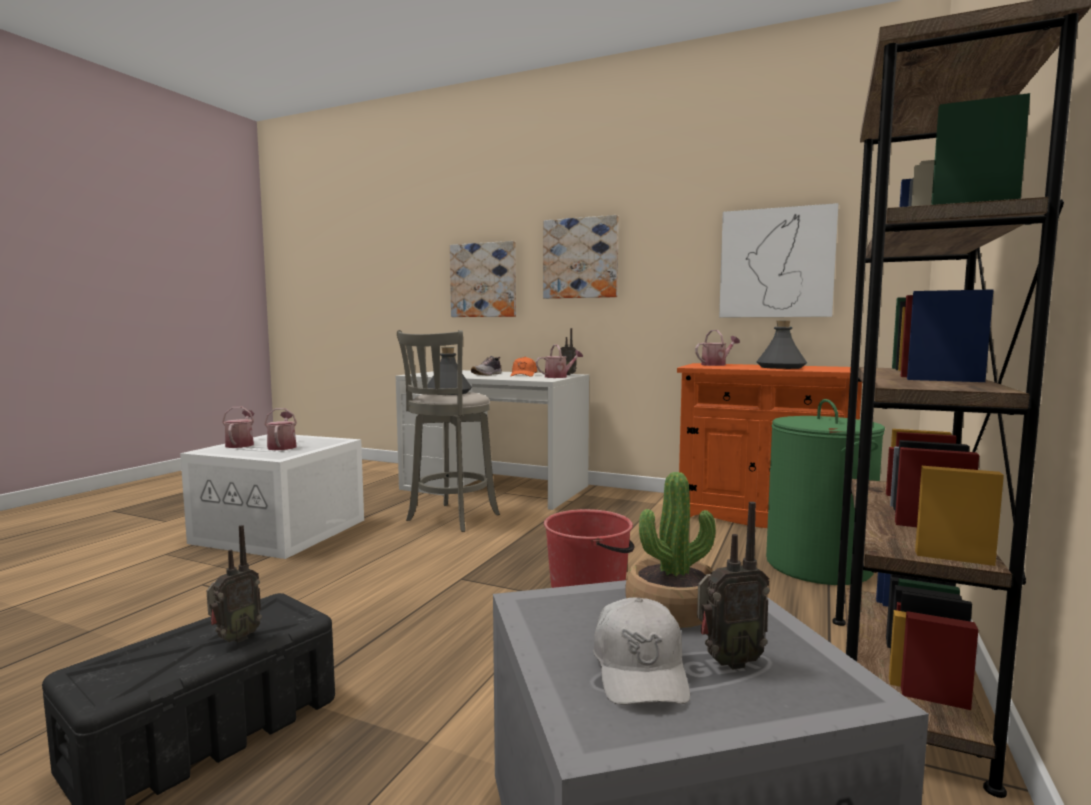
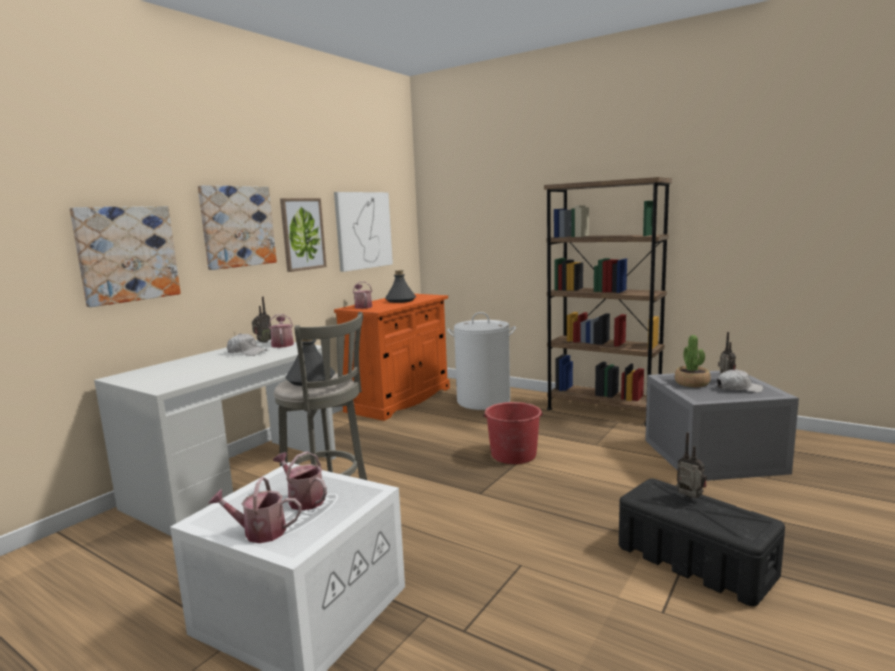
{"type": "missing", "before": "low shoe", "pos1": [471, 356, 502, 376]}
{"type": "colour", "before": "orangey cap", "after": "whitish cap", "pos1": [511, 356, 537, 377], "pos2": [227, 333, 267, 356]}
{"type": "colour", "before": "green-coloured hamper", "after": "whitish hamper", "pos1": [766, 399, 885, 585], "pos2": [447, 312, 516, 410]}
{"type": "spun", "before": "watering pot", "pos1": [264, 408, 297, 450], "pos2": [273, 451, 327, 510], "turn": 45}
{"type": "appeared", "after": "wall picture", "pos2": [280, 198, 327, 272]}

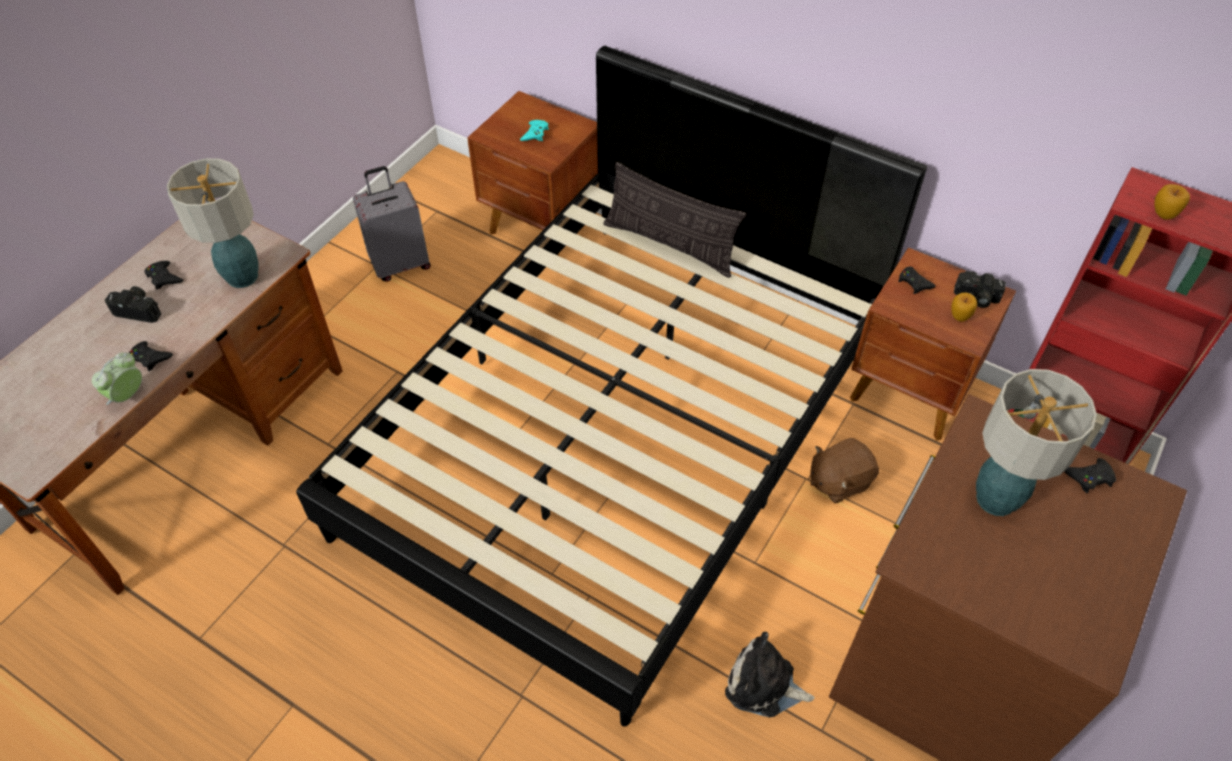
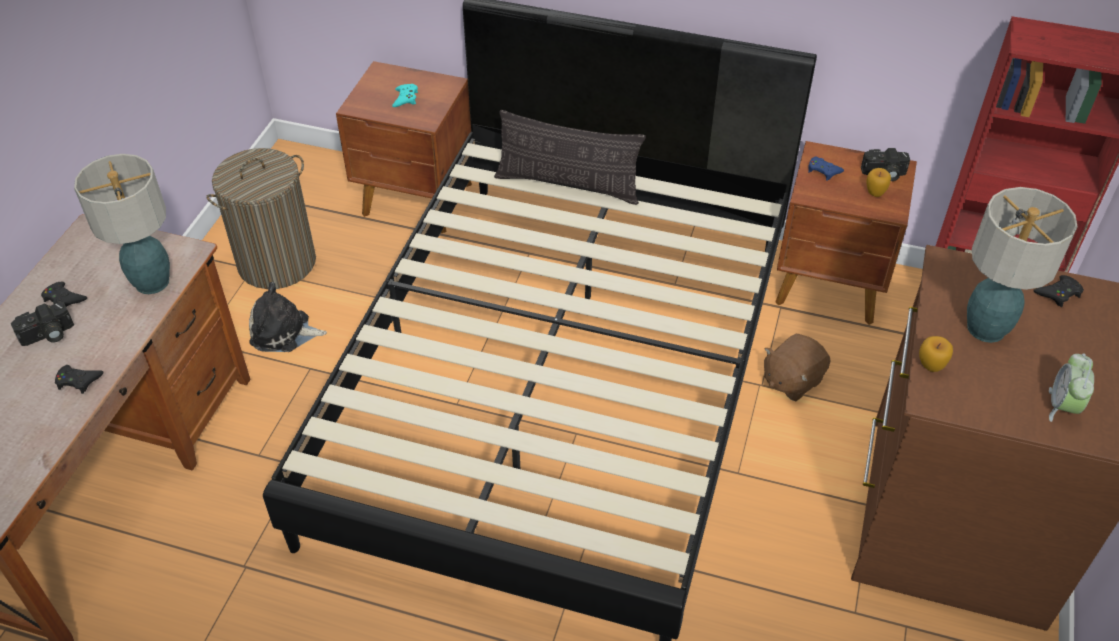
{"type": "exchanged", "before": "grey suitcase", "after": "hamper", "pos1": [353, 166, 431, 282], "pos2": [206, 148, 316, 289]}
{"type": "relocated", "before": "whole apple", "pos1": [1154, 184, 1190, 220], "pos2": [919, 336, 953, 372]}
{"type": "colour", "before": "blackish game controller", "after": "blue game controller", "pos1": [898, 266, 936, 294], "pos2": [808, 157, 844, 181]}
{"type": "spun", "before": "photo camera", "pos1": [104, 286, 161, 323], "pos2": [11, 302, 74, 346], "turn": 150}
{"type": "relocated", "before": "table clock", "pos1": [92, 352, 142, 405], "pos2": [1049, 353, 1094, 422]}
{"type": "relocated", "before": "cuddly toy", "pos1": [725, 632, 814, 717], "pos2": [249, 282, 327, 352]}

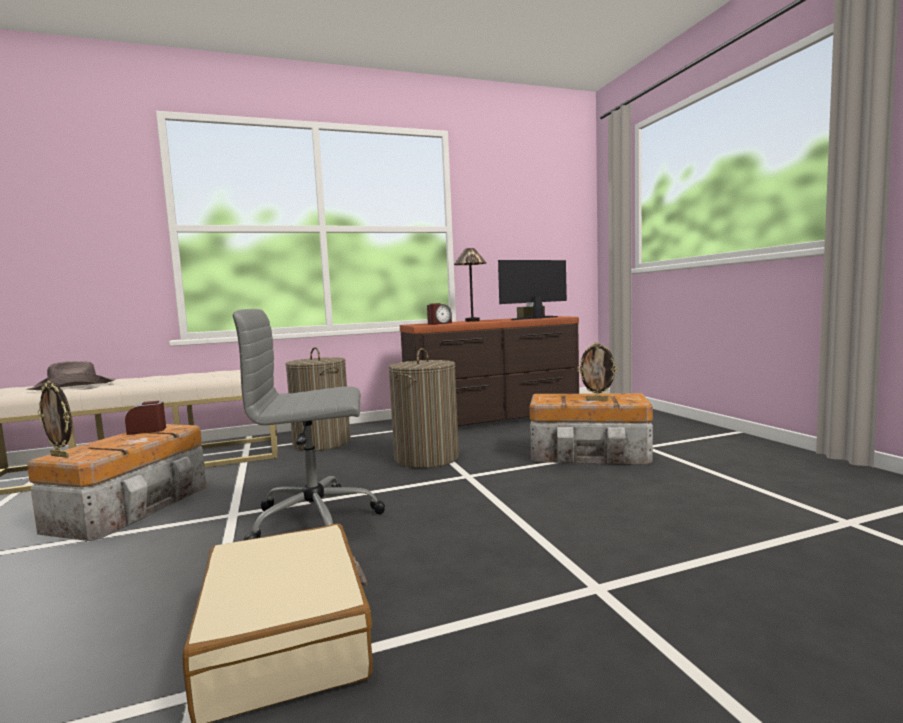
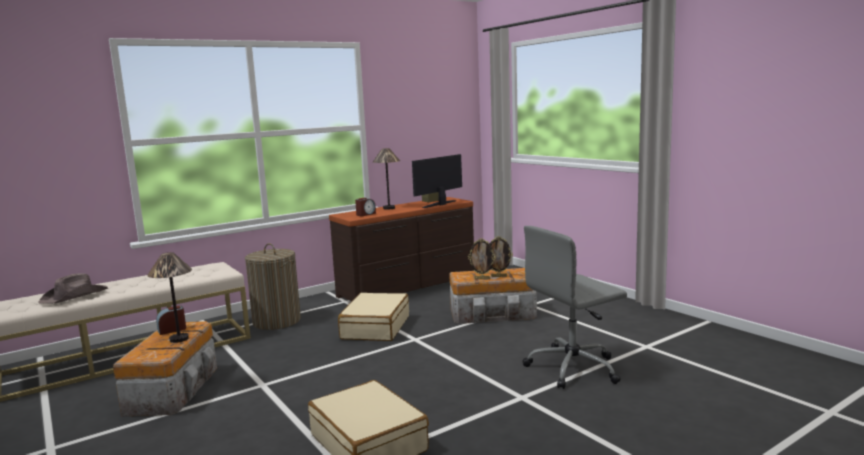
{"type": "relocated", "before": "grey computer chair", "pos1": [233, 309, 385, 540], "pos2": [523, 226, 627, 389]}
{"type": "exchanged", "before": "hamper", "after": "beige-coloured suitcase", "pos1": [388, 348, 459, 468], "pos2": [338, 293, 409, 341]}
{"type": "relocated", "before": "picture frame", "pos1": [38, 381, 72, 458], "pos2": [468, 238, 496, 279]}
{"type": "appeared", "after": "table lamp", "pos2": [147, 252, 192, 343]}

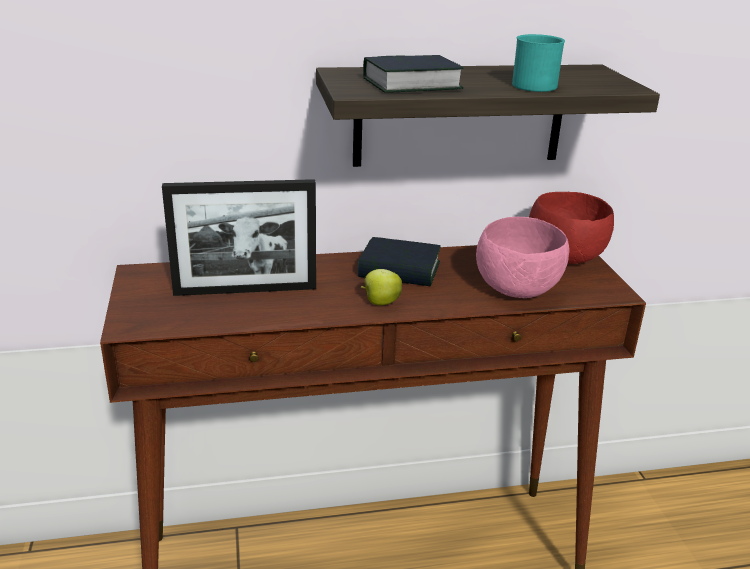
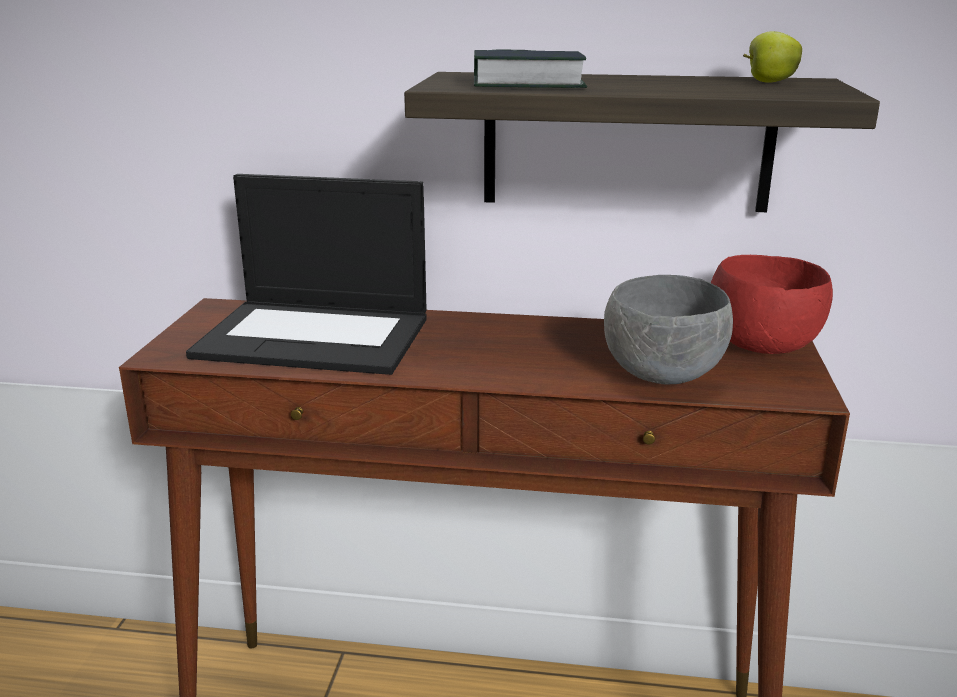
{"type": "missing", "before": "turquoise-coloured tea mug", "pos1": [512, 34, 565, 92]}
{"type": "exchanged", "before": "picture frame", "after": "laptop", "pos1": [162, 179, 316, 296], "pos2": [186, 174, 427, 375]}
{"type": "colour", "before": "pinkish deep dish", "after": "grey deep dish", "pos1": [476, 217, 569, 298], "pos2": [604, 275, 733, 385]}
{"type": "missing", "before": "bound book", "pos1": [358, 237, 441, 286]}
{"type": "relocated", "before": "whole apple", "pos1": [361, 269, 402, 305], "pos2": [743, 31, 802, 83]}

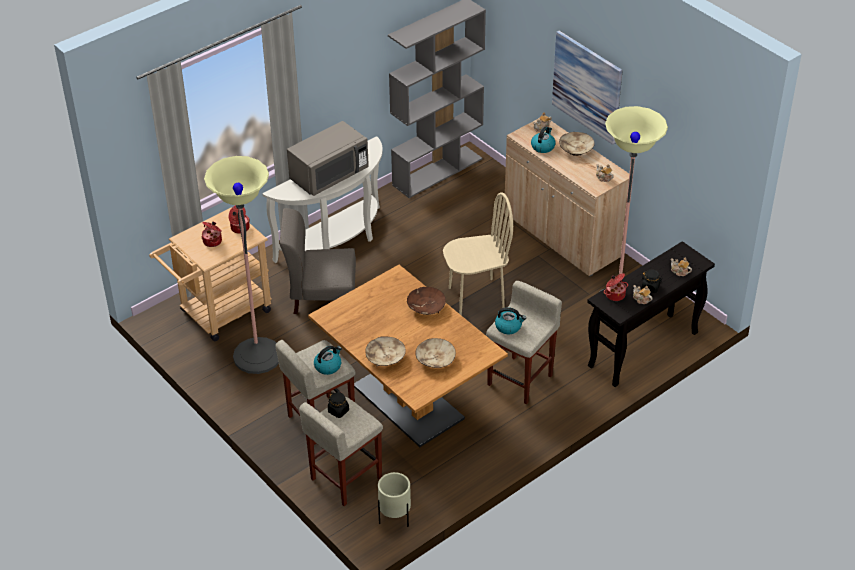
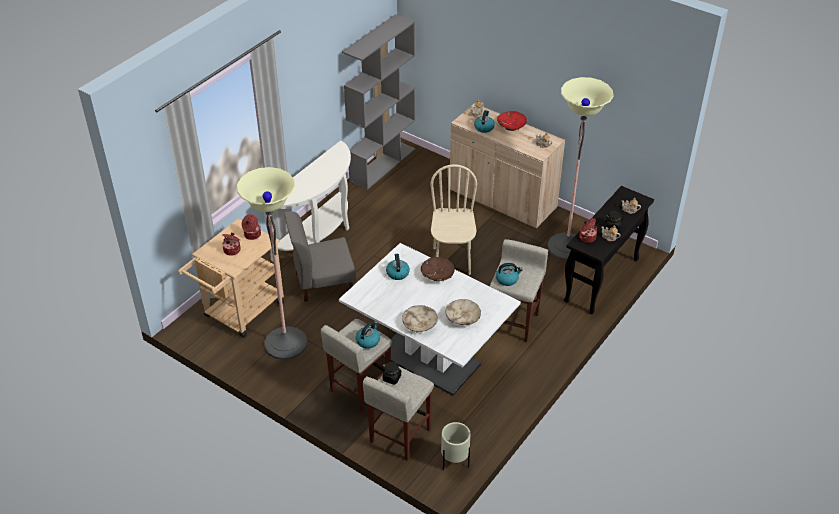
{"type": "missing", "before": "wall picture", "pos1": [552, 31, 623, 145]}
{"type": "missing", "before": "grey microwave", "pos1": [287, 121, 369, 196]}
{"type": "colour", "before": "beige-coloured deep dish", "after": "reddish deep dish", "pos1": [559, 132, 595, 156], "pos2": [497, 111, 527, 131]}
{"type": "spun", "before": "beige-coloured plain chair", "pos1": [443, 192, 513, 315], "pos2": [430, 164, 477, 275], "turn": -60}
{"type": "colour", "before": "brown-coloured dinner table", "after": "whitish dinner table", "pos1": [308, 265, 508, 447], "pos2": [339, 243, 521, 396]}
{"type": "appeared", "after": "kettle", "pos2": [386, 254, 410, 280]}

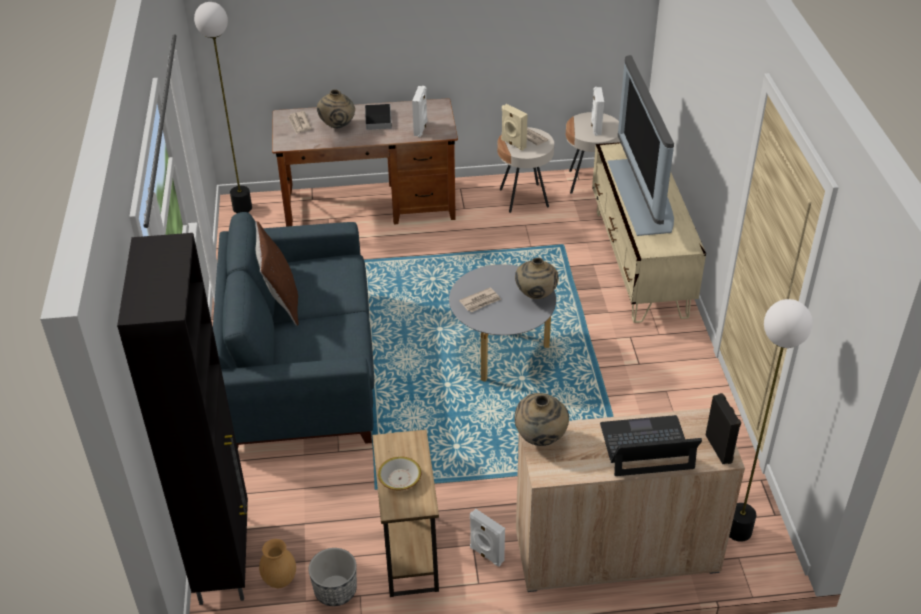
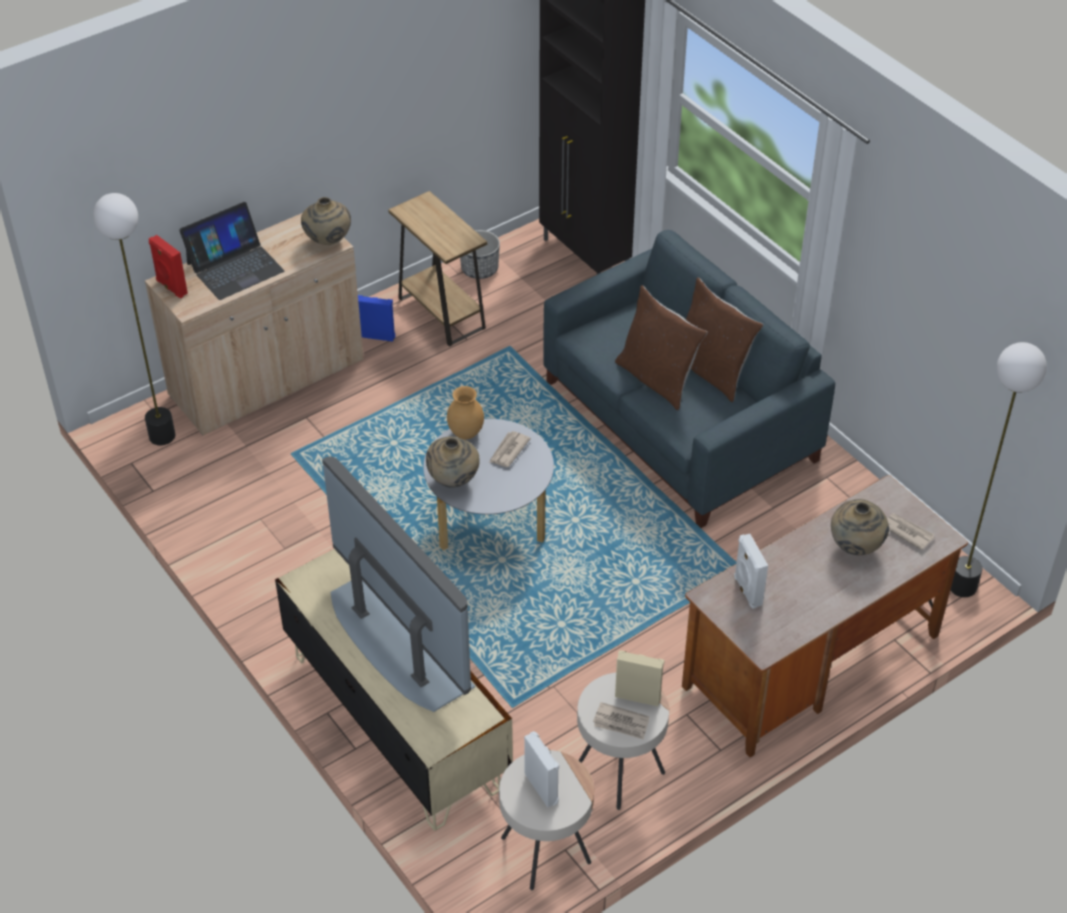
{"type": "missing", "before": "bound book", "pos1": [365, 104, 392, 130]}
{"type": "colour", "before": "blackish speaker", "after": "reddish speaker", "pos1": [706, 393, 741, 464], "pos2": [149, 235, 188, 298]}
{"type": "missing", "before": "deep dish", "pos1": [378, 456, 421, 491]}
{"type": "colour", "before": "whitish speaker", "after": "blue speaker", "pos1": [470, 509, 505, 567], "pos2": [358, 295, 395, 342]}
{"type": "relocated", "before": "brown-coloured decorative vase", "pos1": [259, 539, 296, 588], "pos2": [447, 386, 484, 439]}
{"type": "appeared", "after": "brown-coloured pillow", "pos2": [615, 285, 708, 410]}

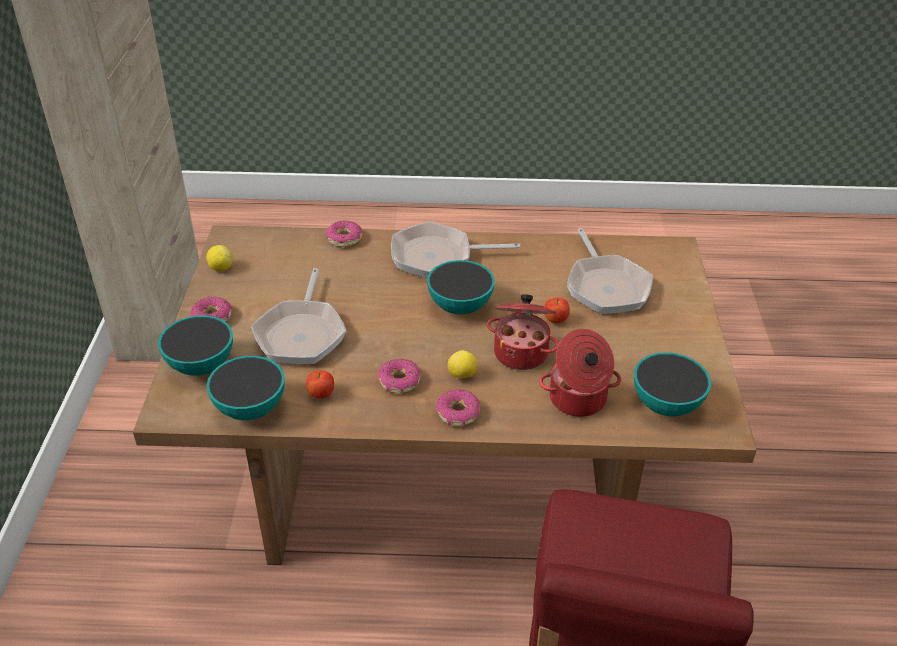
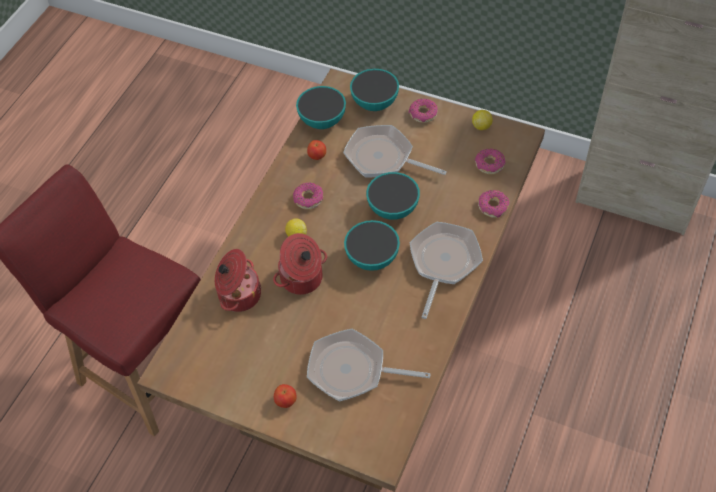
{"type": "relocated", "before": "whole apple", "pos1": [544, 297, 570, 323], "pos2": [274, 384, 297, 408]}
{"type": "relocated", "before": "deep dish", "pos1": [634, 352, 711, 416], "pos2": [366, 172, 420, 220]}
{"type": "relocated", "before": "doughnut", "pos1": [436, 389, 480, 426], "pos2": [475, 148, 506, 175]}

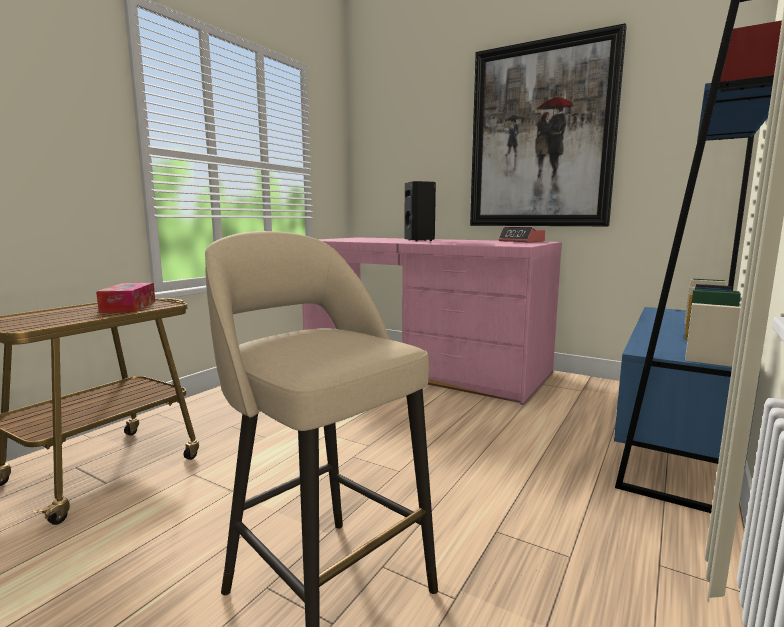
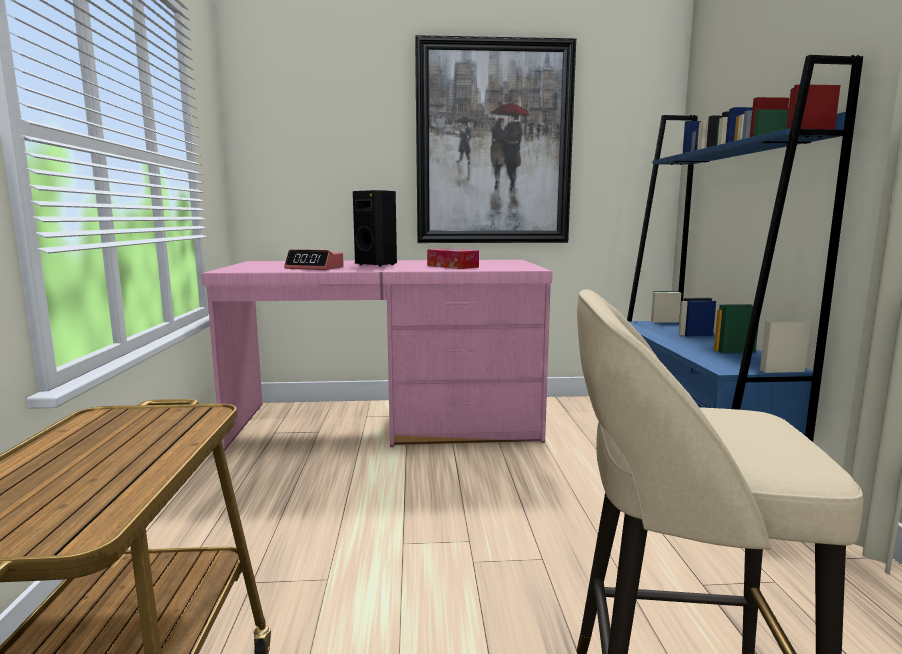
{"type": "relocated", "before": "table clock", "pos1": [499, 227, 545, 243], "pos2": [284, 249, 344, 270]}
{"type": "relocated", "before": "box of tissues", "pos1": [96, 283, 155, 313], "pos2": [427, 249, 479, 269]}

